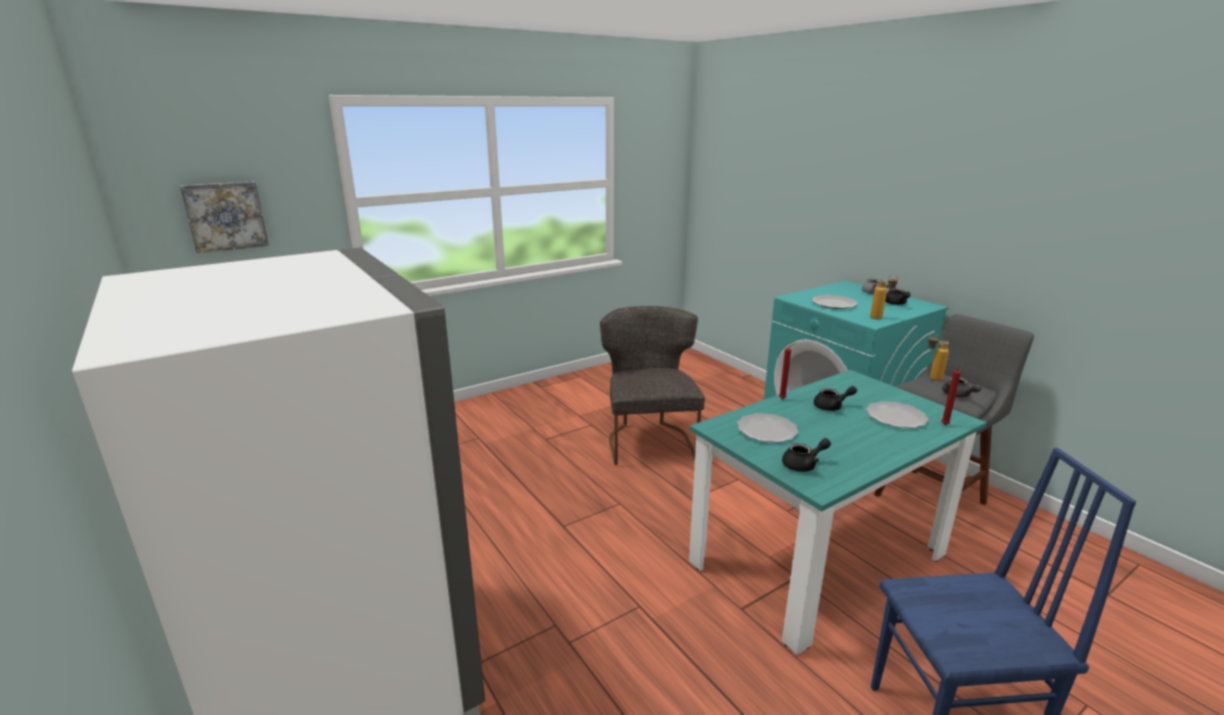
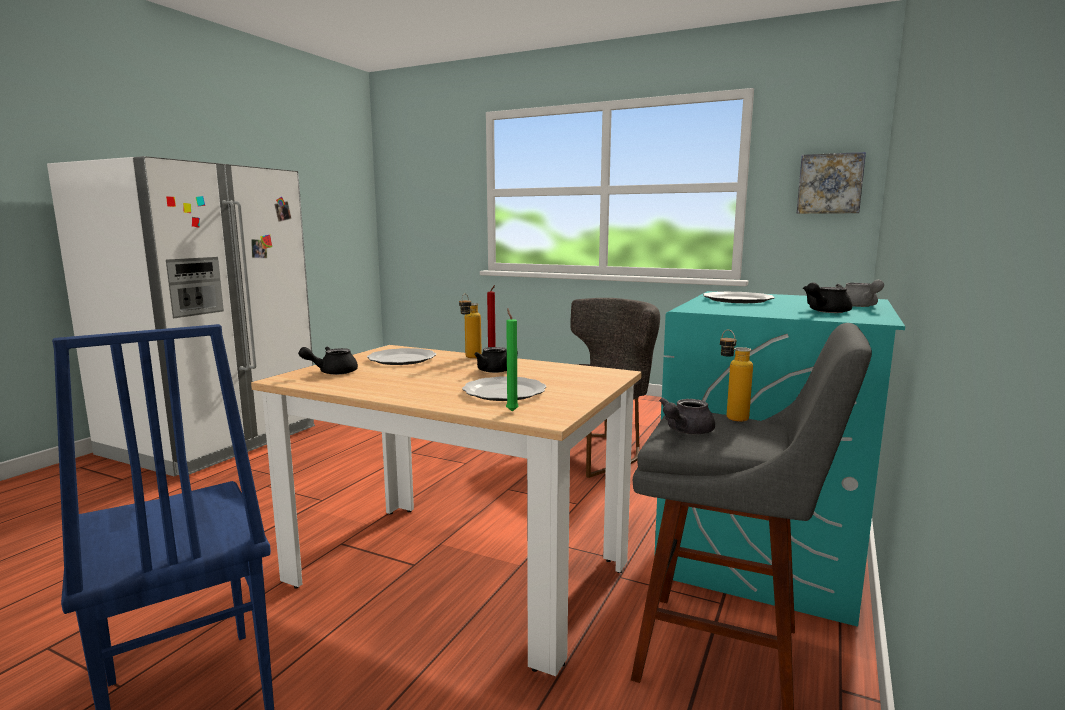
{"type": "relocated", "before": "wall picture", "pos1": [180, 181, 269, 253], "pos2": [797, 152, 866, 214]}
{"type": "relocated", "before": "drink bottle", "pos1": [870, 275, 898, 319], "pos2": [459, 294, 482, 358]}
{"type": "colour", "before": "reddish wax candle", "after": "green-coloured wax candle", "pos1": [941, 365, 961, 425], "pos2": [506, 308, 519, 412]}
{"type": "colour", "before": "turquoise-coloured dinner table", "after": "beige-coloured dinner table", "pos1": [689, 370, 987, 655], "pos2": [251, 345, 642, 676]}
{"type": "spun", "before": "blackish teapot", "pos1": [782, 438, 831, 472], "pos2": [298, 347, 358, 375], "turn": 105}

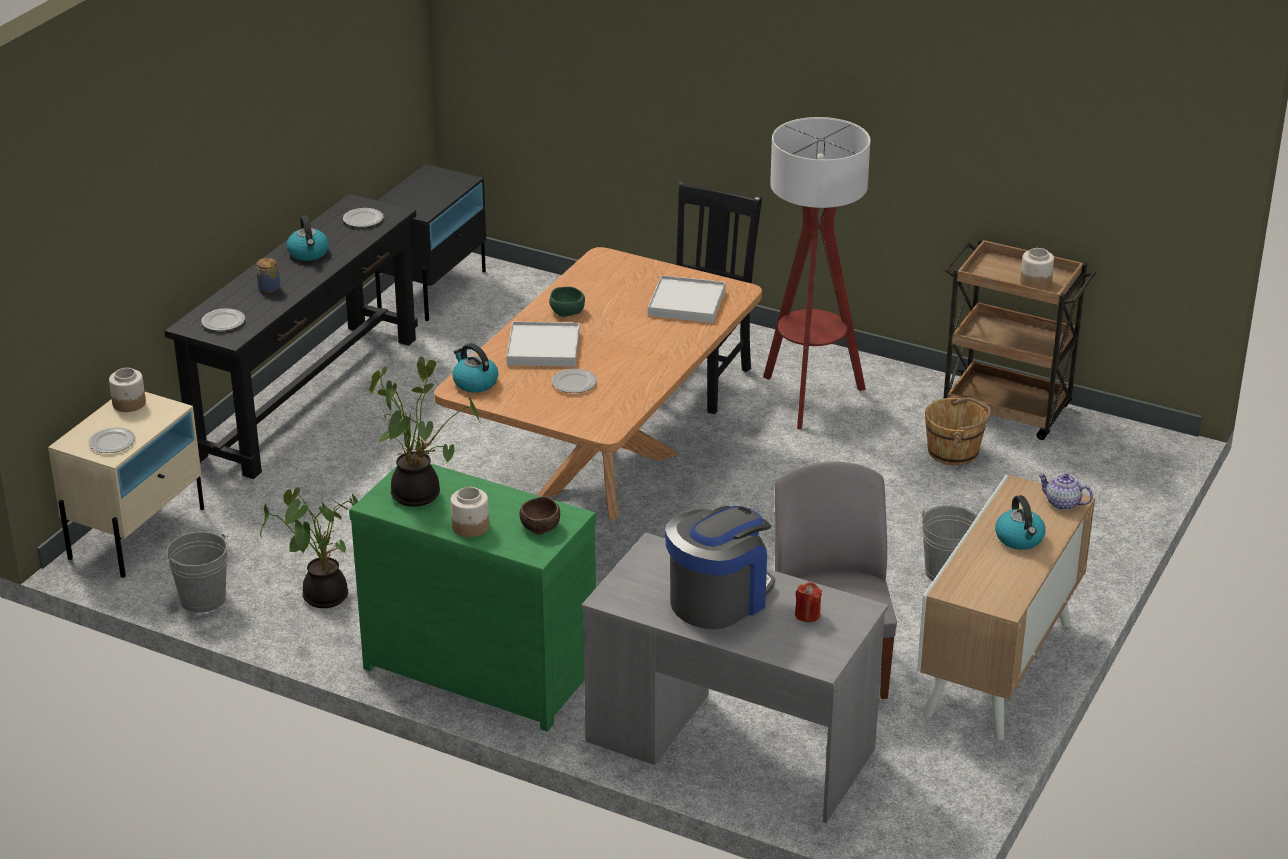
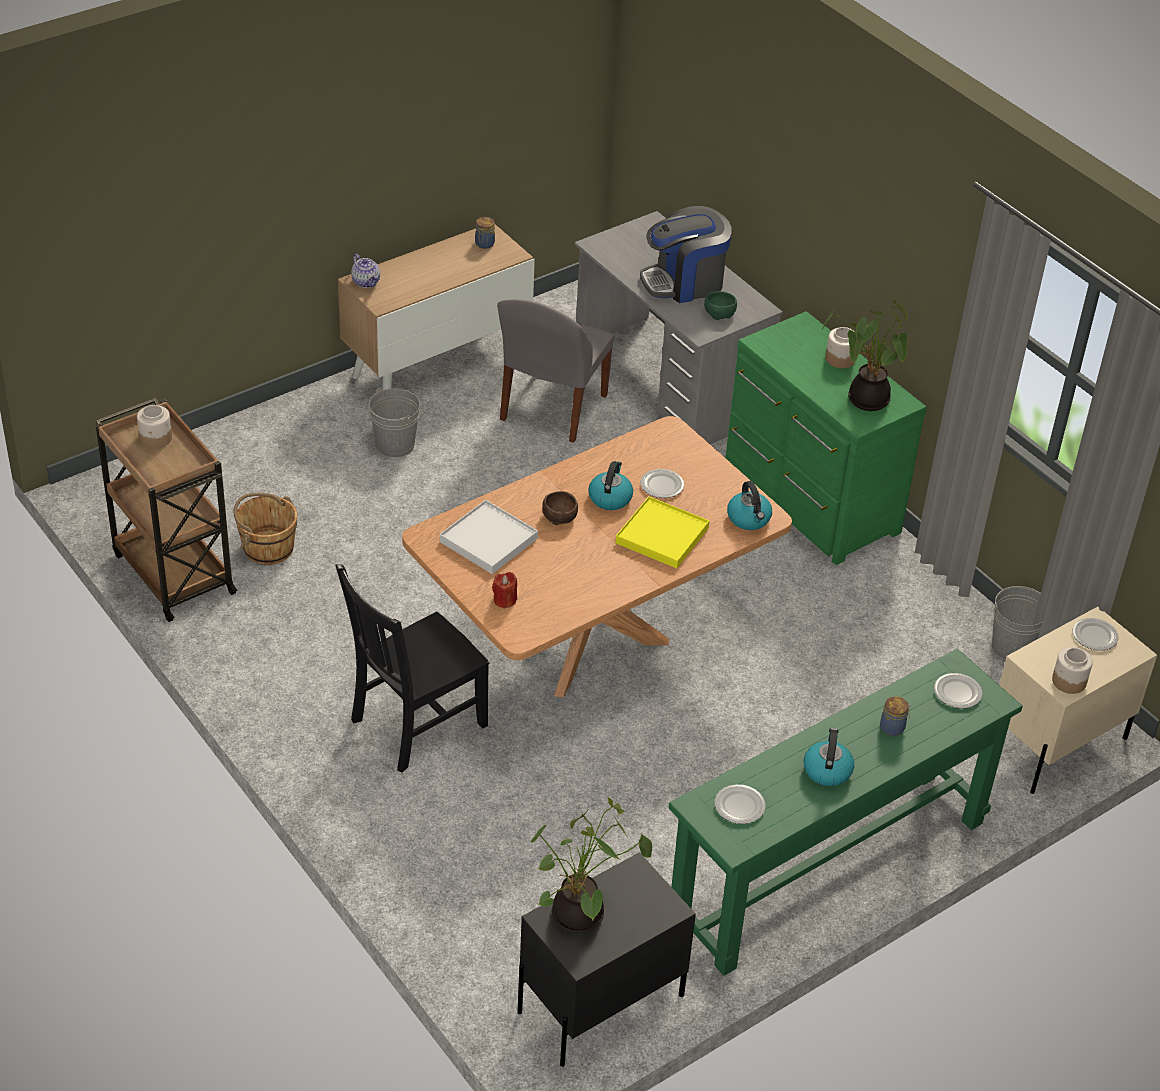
{"type": "missing", "before": "standing lamp", "pos1": [763, 117, 870, 429]}
{"type": "colour", "before": "blackish narrow table", "after": "green-coloured narrow table", "pos1": [164, 194, 418, 479], "pos2": [669, 649, 1023, 976]}
{"type": "relocated", "before": "green-coloured deep dish", "pos1": [549, 287, 585, 317], "pos2": [704, 291, 737, 320]}
{"type": "colour", "before": "whitish tray", "after": "yellow-coloured tray", "pos1": [506, 321, 580, 367], "pos2": [616, 496, 709, 568]}
{"type": "relocated", "before": "plant in a pot", "pos1": [260, 487, 358, 608], "pos2": [530, 797, 652, 933]}
{"type": "relocated", "before": "kettle", "pos1": [995, 495, 1046, 550], "pos2": [588, 461, 633, 510]}
{"type": "relocated", "before": "brown-coloured deep dish", "pos1": [519, 496, 560, 535], "pos2": [542, 491, 578, 525]}
{"type": "relocated", "before": "reddish wax candle", "pos1": [795, 582, 822, 622], "pos2": [492, 572, 517, 609]}
{"type": "appeared", "after": "jar", "pos2": [475, 217, 495, 249]}

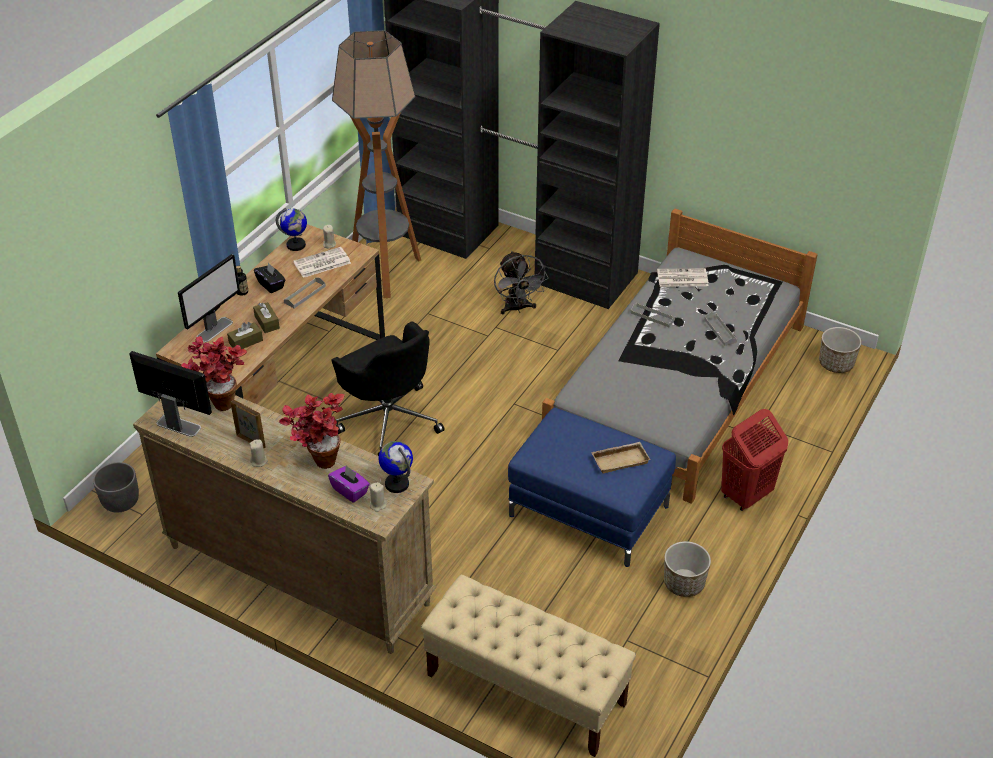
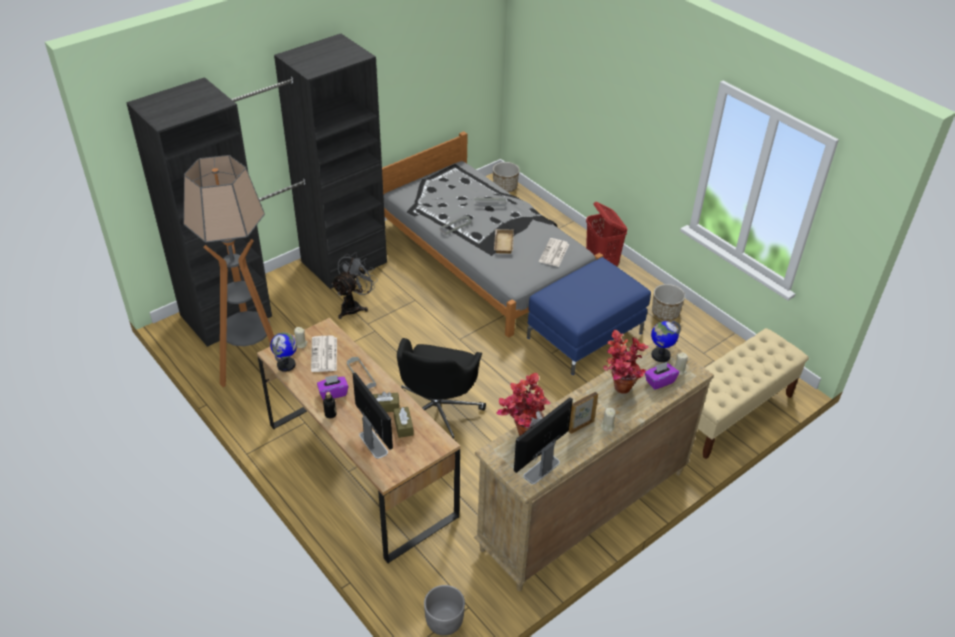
{"type": "spun", "before": "grey cooling fan", "pos1": [494, 251, 548, 314], "pos2": [331, 252, 378, 319], "turn": -60}
{"type": "colour", "before": "blackish box of tissues", "after": "purple box of tissues", "pos1": [254, 262, 285, 293], "pos2": [317, 375, 349, 400]}
{"type": "relocated", "before": "newspaper", "pos1": [657, 268, 709, 287], "pos2": [539, 238, 569, 267]}
{"type": "spun", "before": "blackish computer chair", "pos1": [331, 321, 445, 456], "pos2": [397, 338, 486, 442], "turn": 120}
{"type": "relocated", "before": "beige-coloured tray", "pos1": [591, 442, 651, 473], "pos2": [494, 229, 514, 254]}

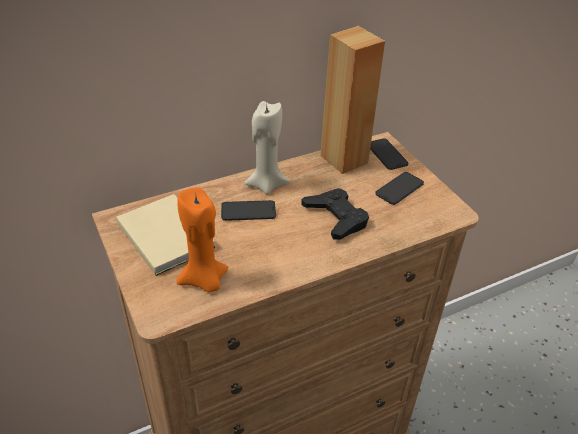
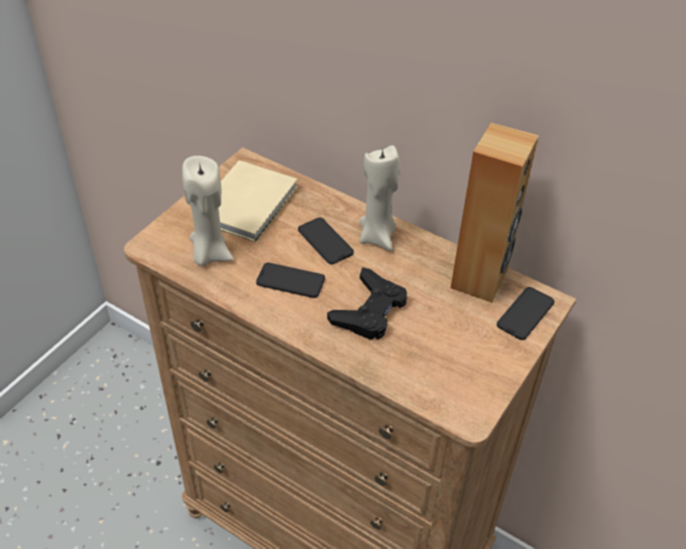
{"type": "relocated", "before": "handset", "pos1": [375, 172, 424, 205], "pos2": [256, 263, 325, 298]}
{"type": "colour", "before": "orangey wax candle", "after": "beige-coloured wax candle", "pos1": [176, 187, 228, 292], "pos2": [182, 156, 233, 266]}

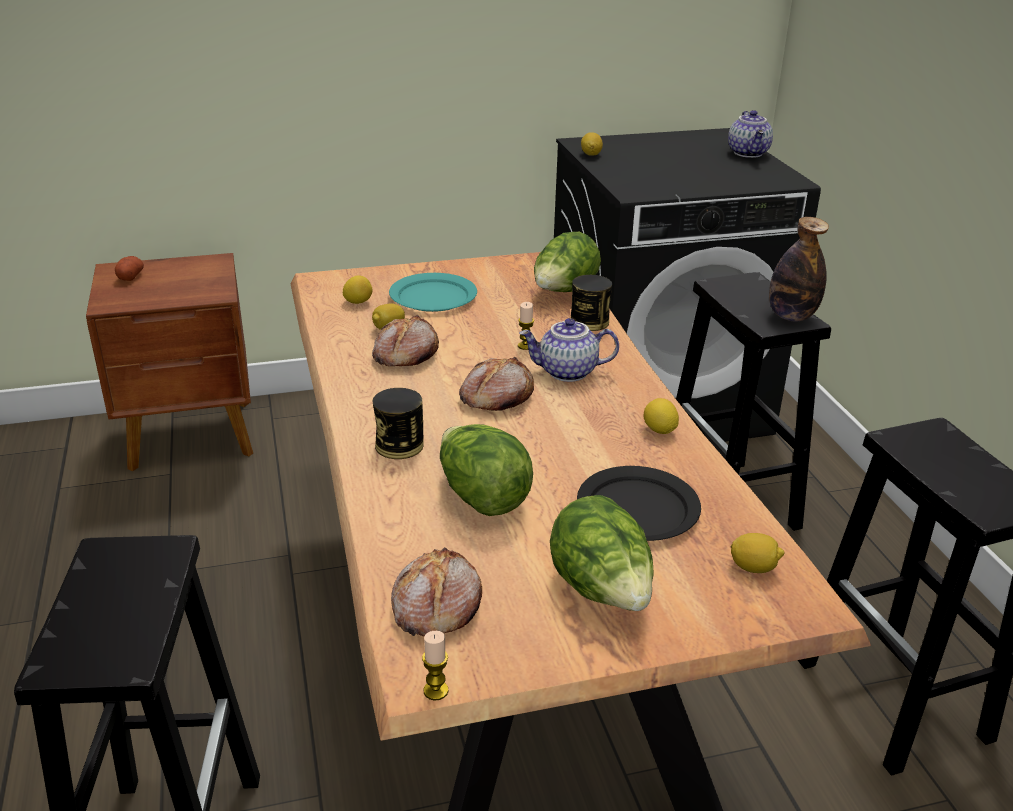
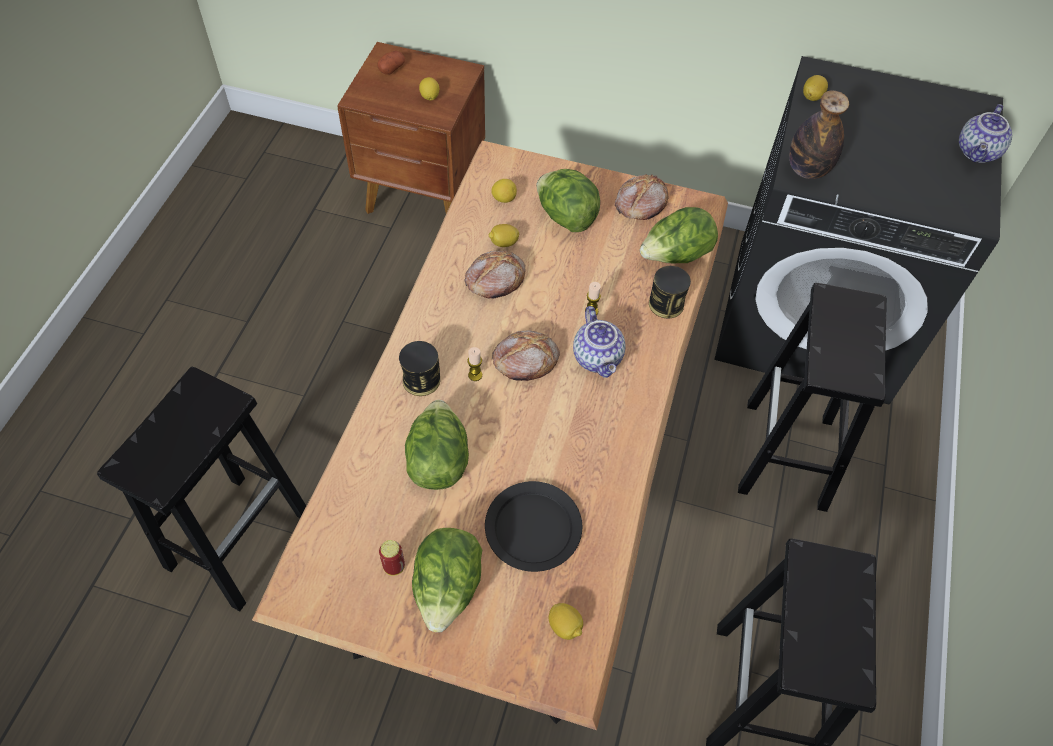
{"type": "relocated", "before": "drink bottle", "pos1": [769, 217, 829, 322], "pos2": [789, 90, 849, 179]}
{"type": "exchanged", "before": "turquoise-coloured flat dish", "after": "lettuce", "pos1": [389, 273, 477, 312], "pos2": [536, 169, 600, 232]}
{"type": "spun", "before": "teapot", "pos1": [519, 318, 619, 382], "pos2": [573, 306, 625, 378], "turn": -135}
{"type": "relocated", "before": "lemon", "pos1": [644, 398, 679, 434], "pos2": [419, 77, 439, 100]}
{"type": "relocated", "before": "baked bread", "pos1": [391, 547, 482, 636], "pos2": [615, 174, 668, 220]}
{"type": "relocated", "before": "wax candle", "pos1": [422, 631, 449, 701], "pos2": [467, 347, 482, 381]}
{"type": "appeared", "after": "sealed can", "pos2": [379, 540, 405, 576]}

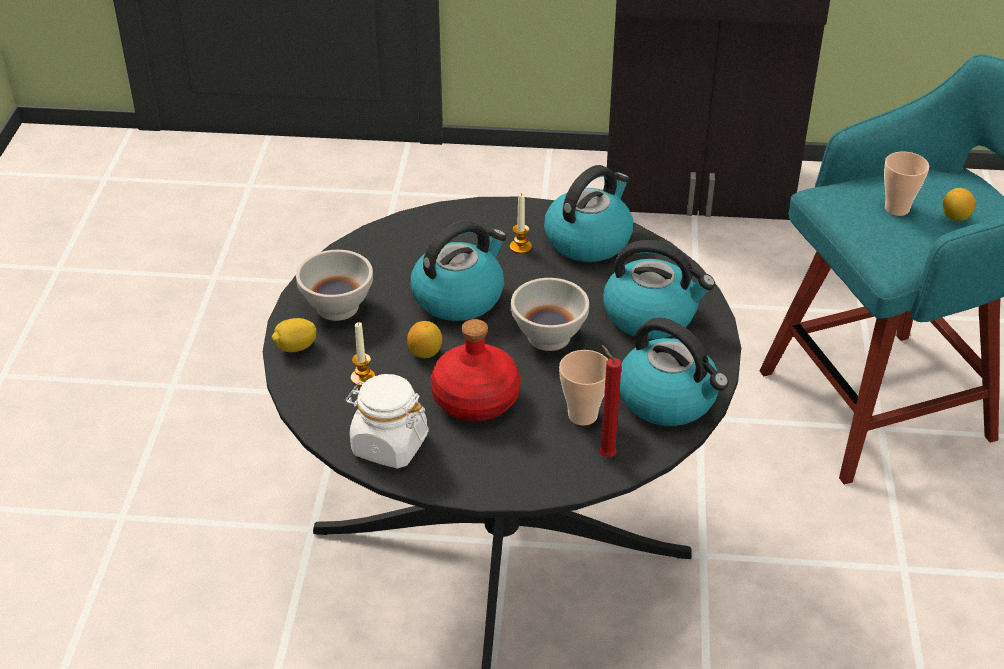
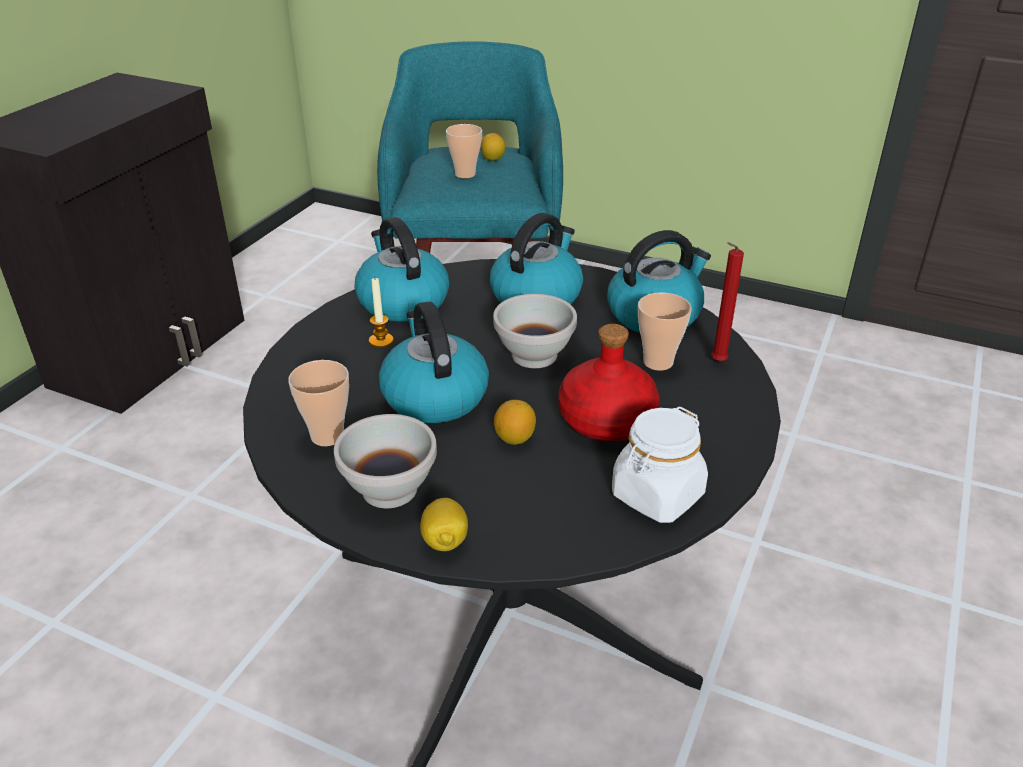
{"type": "missing", "before": "wax candle", "pos1": [351, 322, 375, 386]}
{"type": "appeared", "after": "cup", "pos2": [288, 360, 349, 446]}

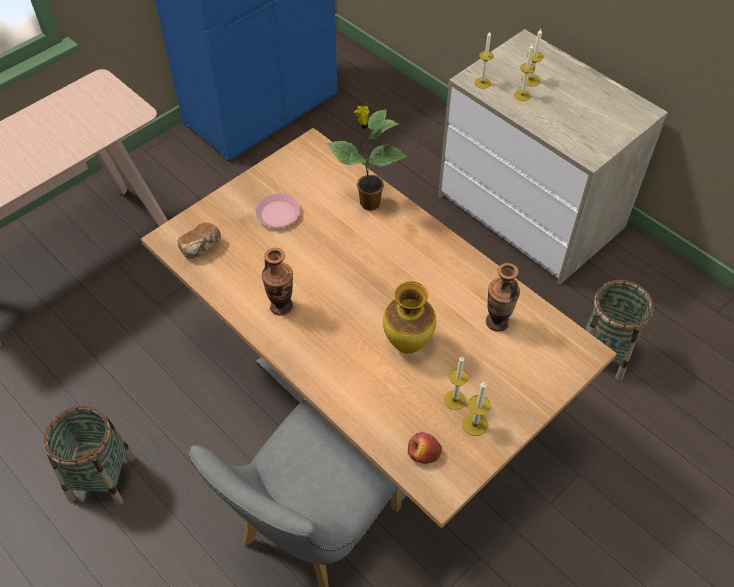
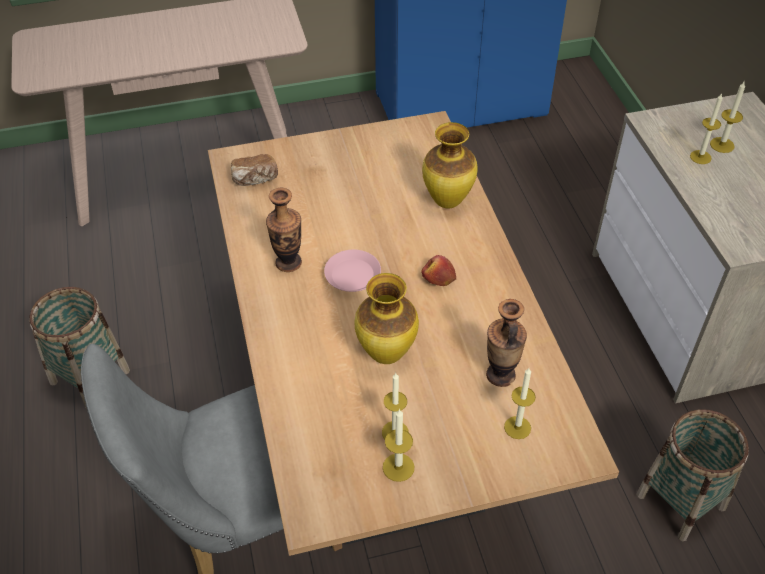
{"type": "relocated", "before": "wax candle", "pos1": [474, 31, 494, 89], "pos2": [504, 368, 536, 439]}
{"type": "exchanged", "before": "plant in a pot", "after": "decorative vase", "pos1": [327, 106, 407, 211], "pos2": [422, 122, 478, 209]}
{"type": "relocated", "before": "pinkish flat dish", "pos1": [255, 193, 301, 228], "pos2": [324, 249, 381, 292]}
{"type": "relocated", "before": "whole apple", "pos1": [408, 432, 442, 464], "pos2": [422, 255, 456, 286]}

